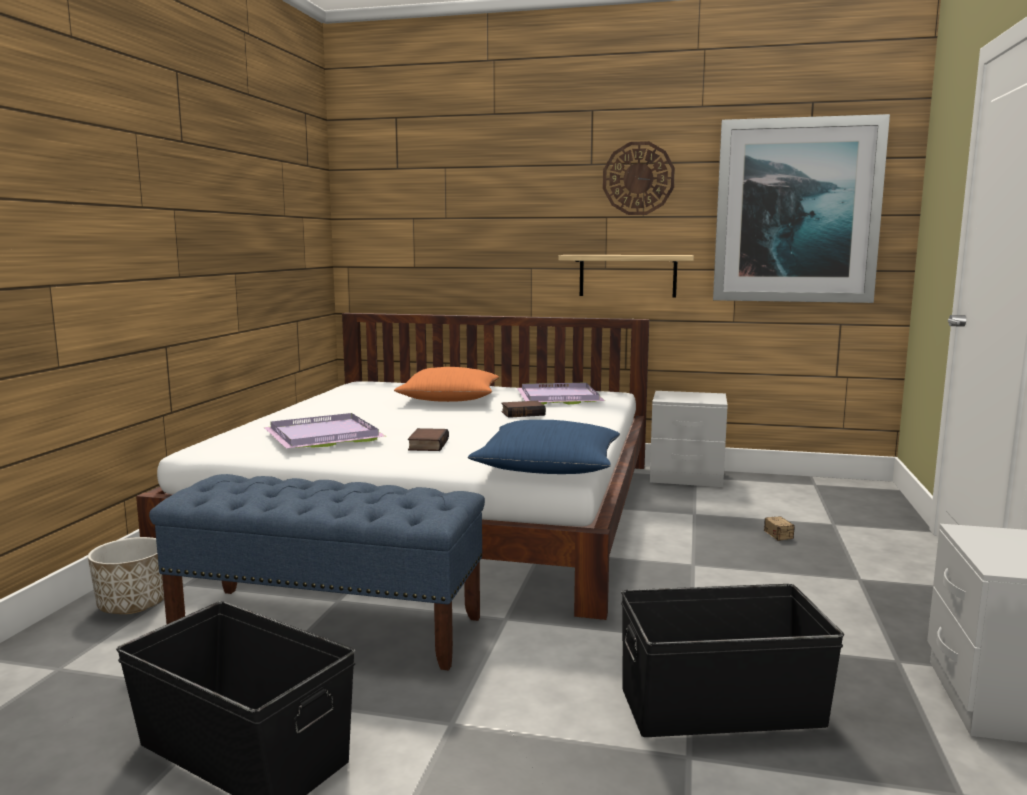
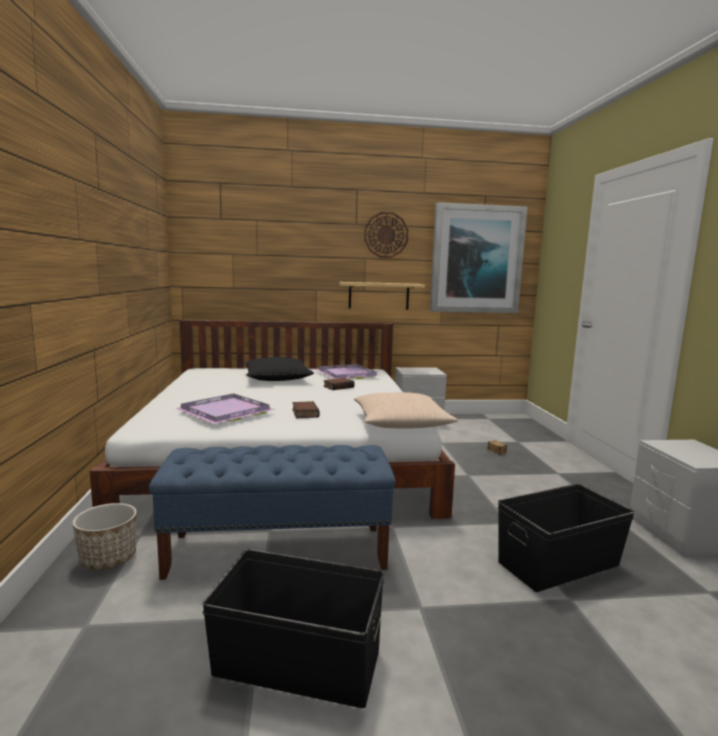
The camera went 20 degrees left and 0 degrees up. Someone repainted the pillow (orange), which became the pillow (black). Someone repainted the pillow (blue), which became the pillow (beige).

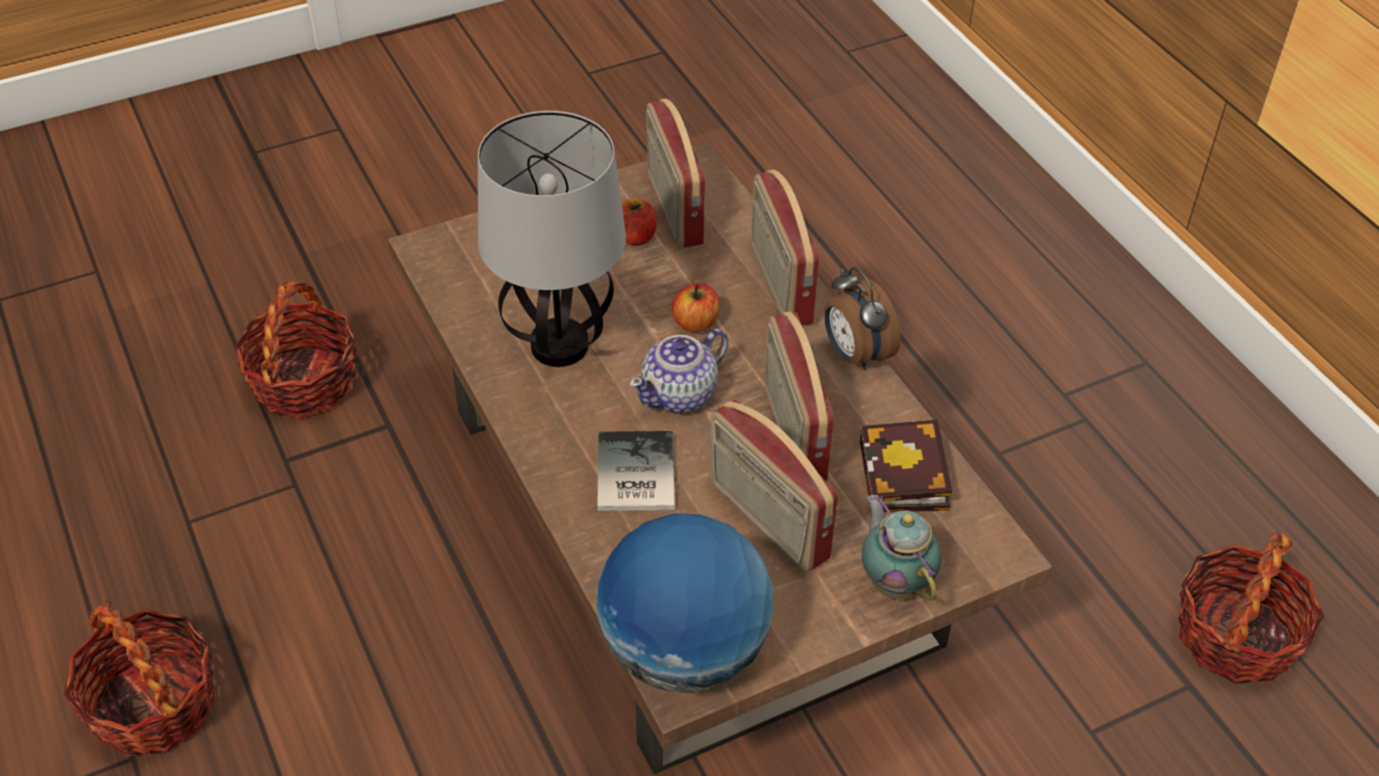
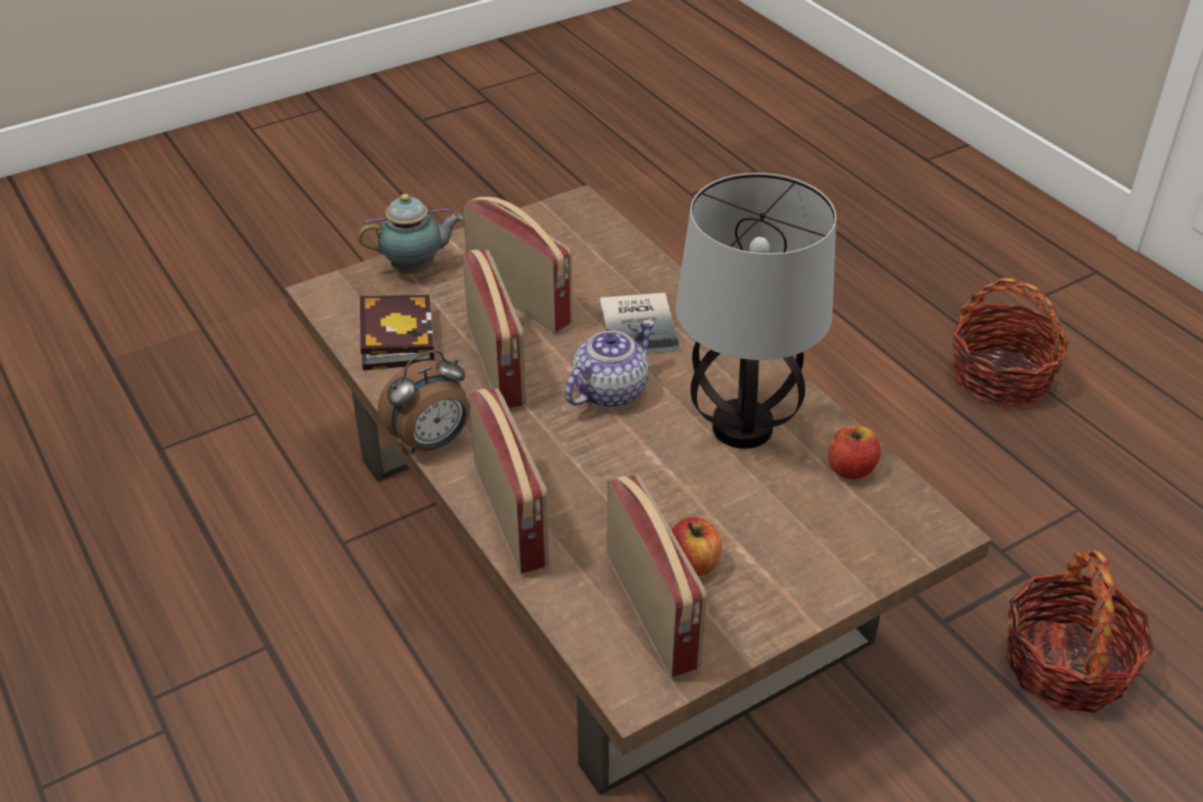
The camera went 175 degrees right and 5 degrees down. Someone took away the globe. Someone carried the apple (2nd from left). Someone rotated the alarm clock by 90 degrees clockwise. Someone rotated the teapot (2nd from left in the first image) by 75 degrees counterclockwise. Someone took away the basket (3rd from left).

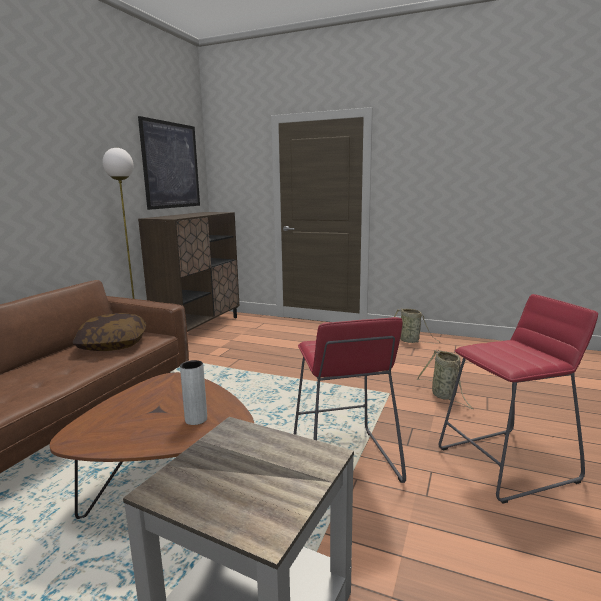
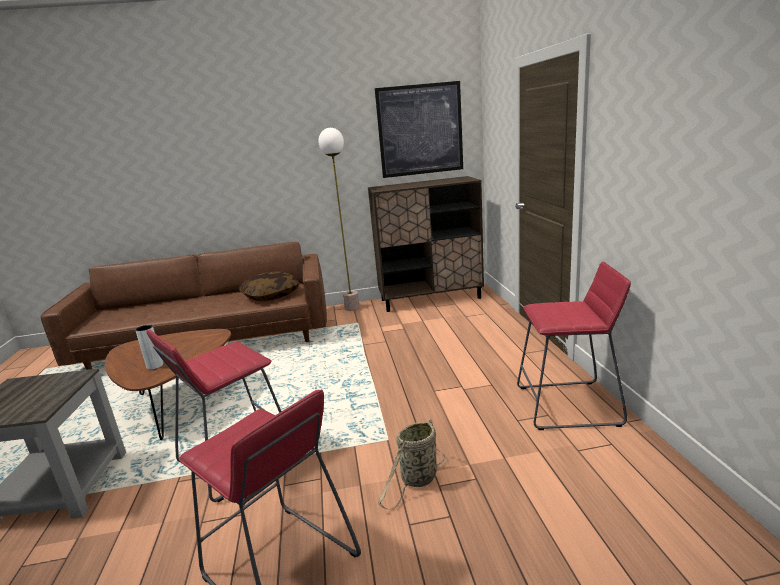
The camera went 60 degrees right and 5 degrees up. Someone swapped the basket (1st from left) for the stool (red) (3rd from left).

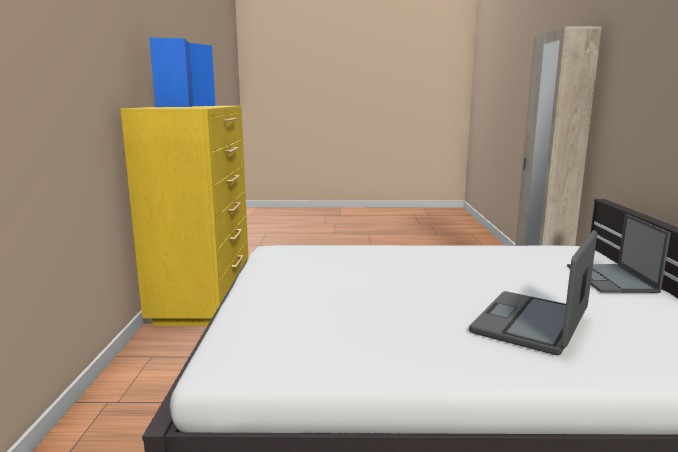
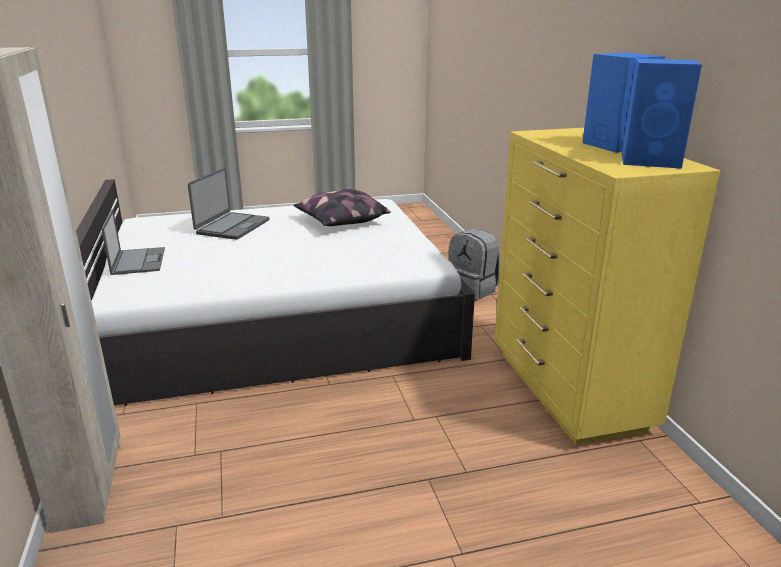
The camera went 165 degrees right and 10 degrees up. Someone put down the pillow. Someone put down the backpack (grey).

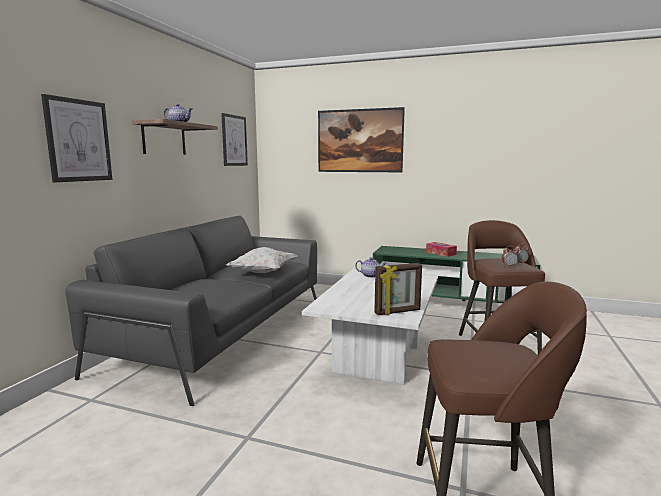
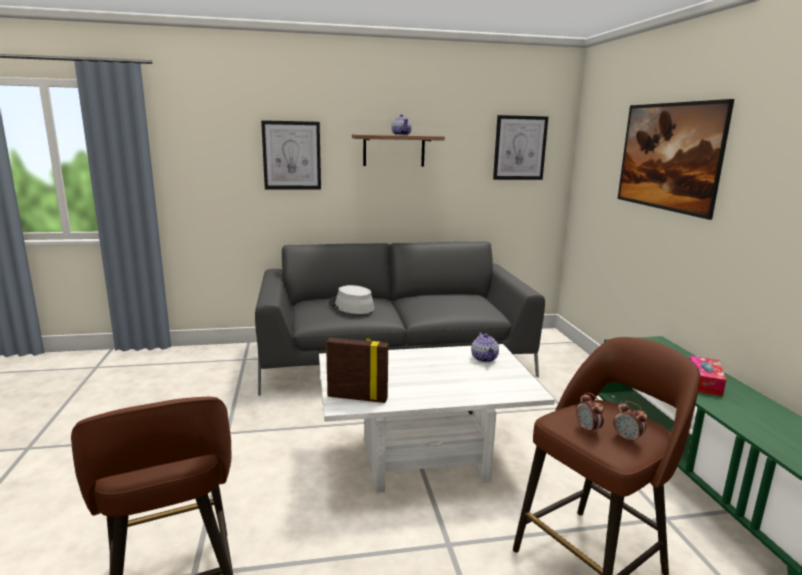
The camera went 60 degrees right and 5 degrees up. Someone took away the pillow (white). Someone rotated the picture frame by 150 degrees clockwise. Someone put down the hat (grey).

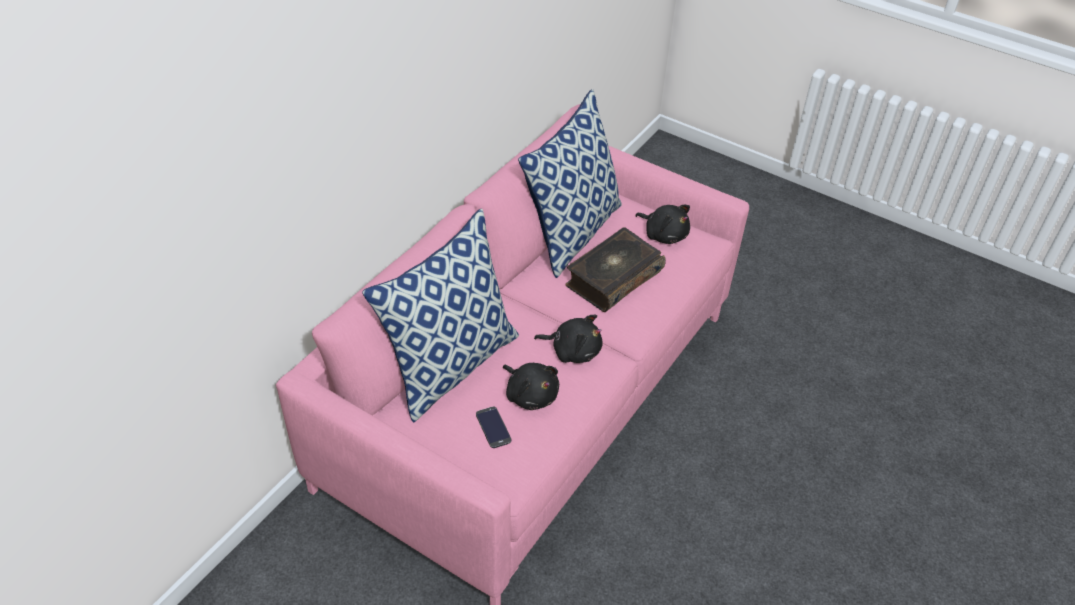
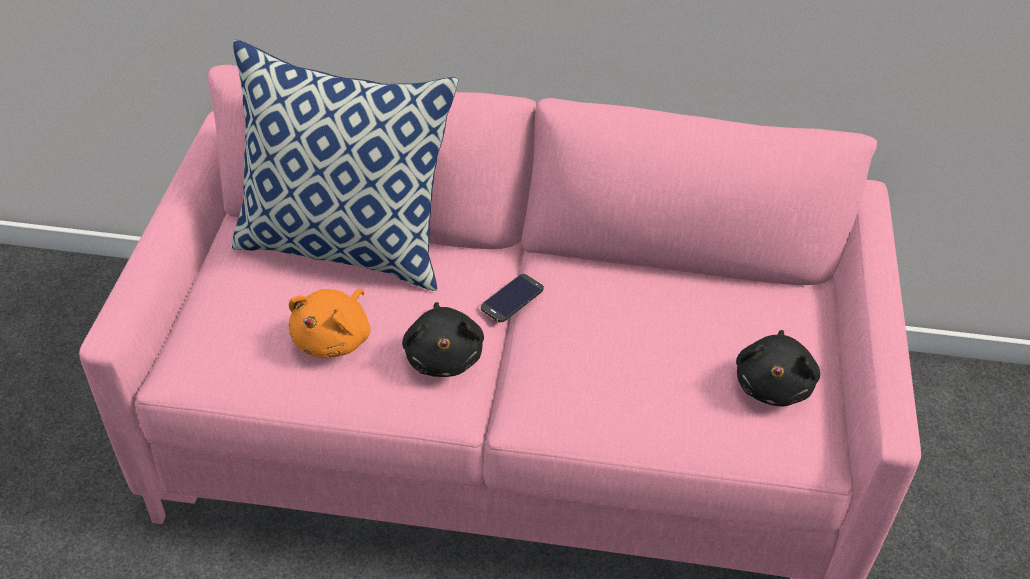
The camera went 65 degrees right and 0 degrees up. Someone carried the phone. Someone repainted the plush toy (black) (1st from left), which became the plush toy (orange). Someone took away the pillow (2nd from left). Someone took away the book.

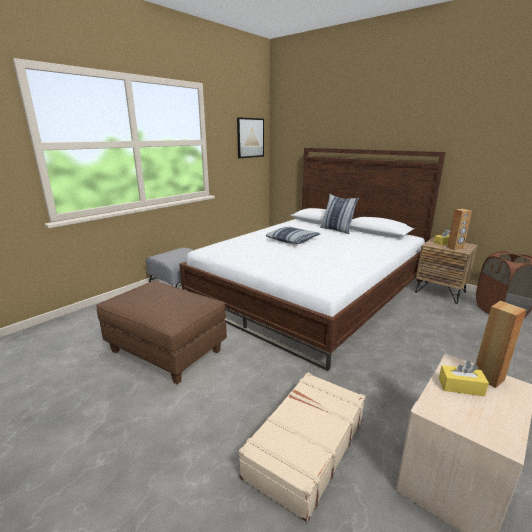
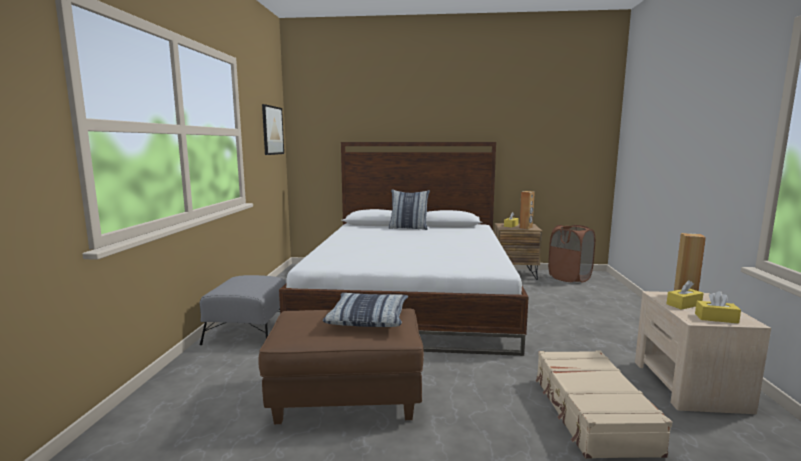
The camera went 35 degrees left and 10 degrees down. Someone carried the pillow (1st from left). Someone put down the tissue box (yellow) (3rd from left).

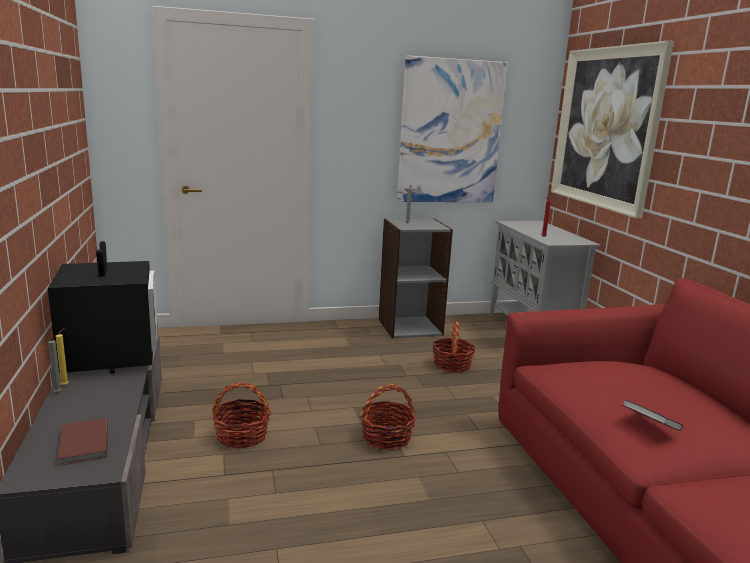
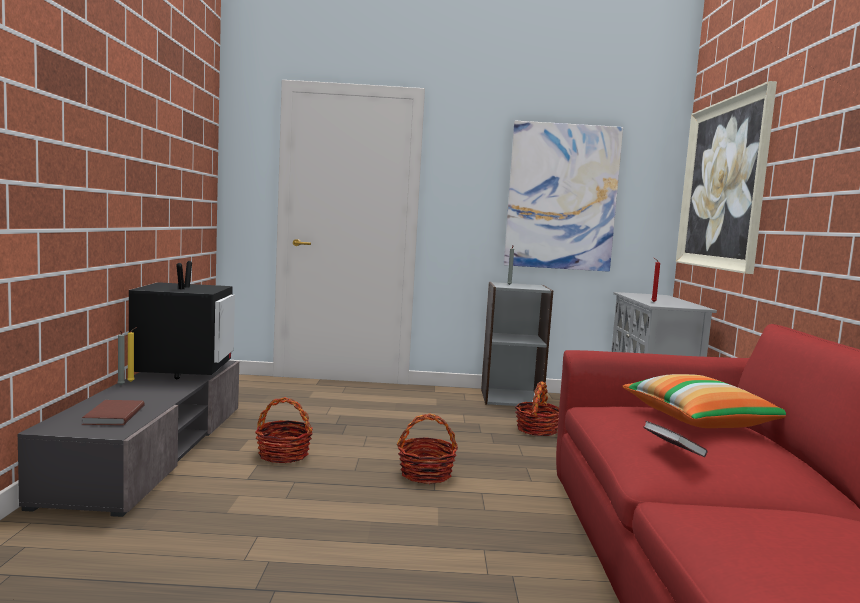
The camera went 15 degrees right and 10 degrees down. Someone put down the pillow.

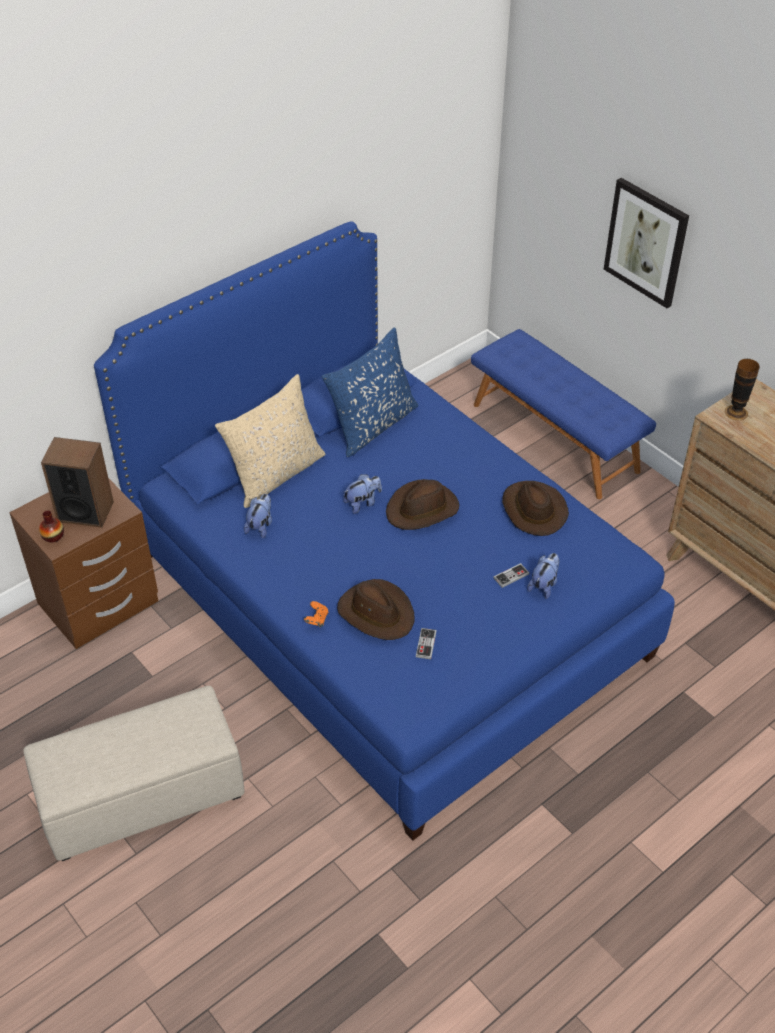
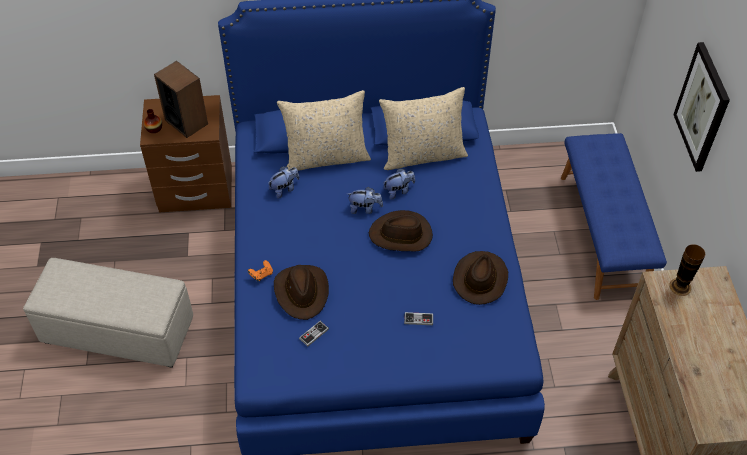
The camera went 35 degrees right and 5 degrees up. Someone repainted the pillow (blue), which became the pillow (beige) (2nd from left). Someone carried the plush toy (3rd from left).

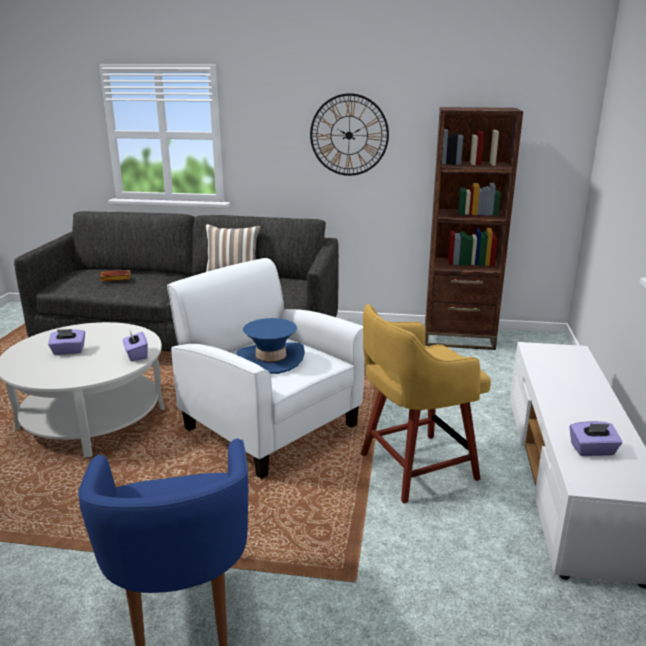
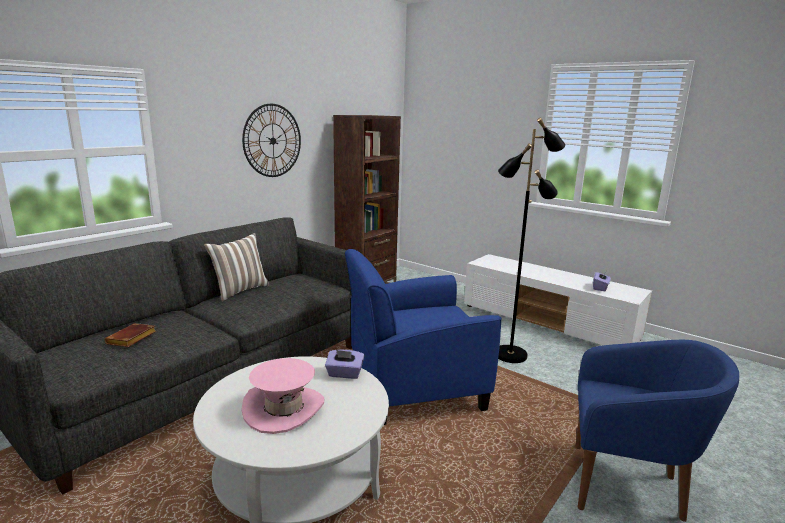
The camera went 60 degrees left and 5 degrees down. Someone swapped the tissue box (purple) (1st from left) for the hat (pink). Someone repainted the armchair (white), which became the armchair (blue) (1st from left). Someone took away the hat (blue). Someone swapped the stool (yellow) for the floor lamp (black).

